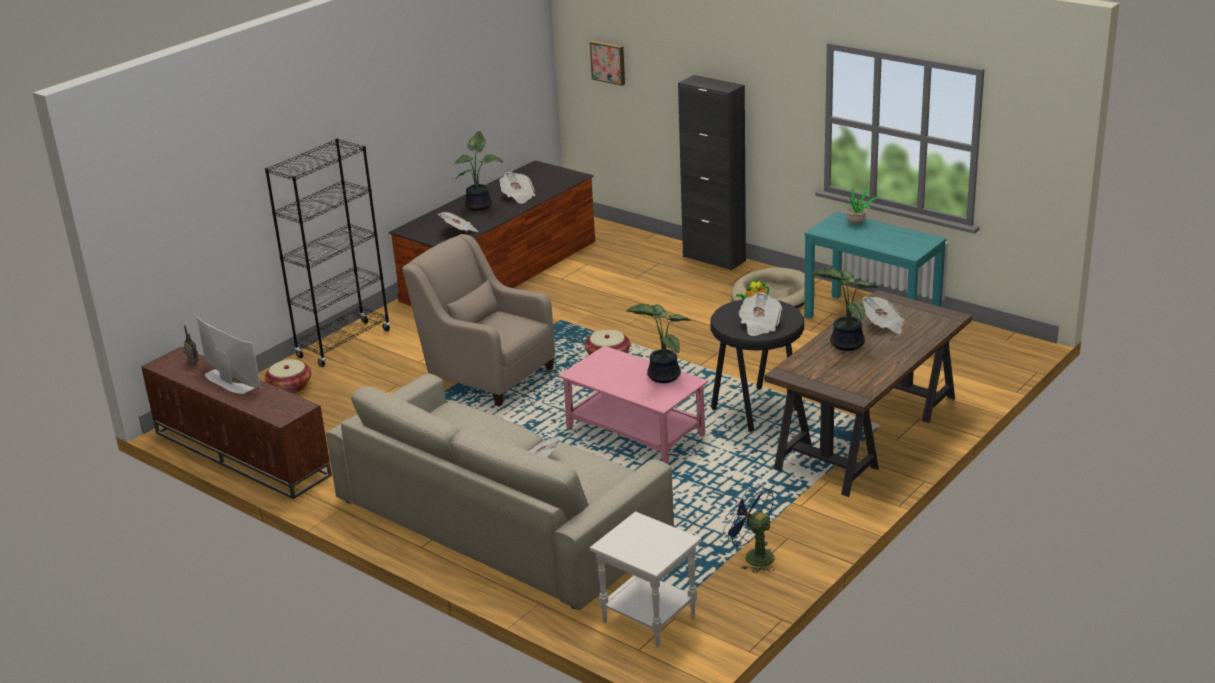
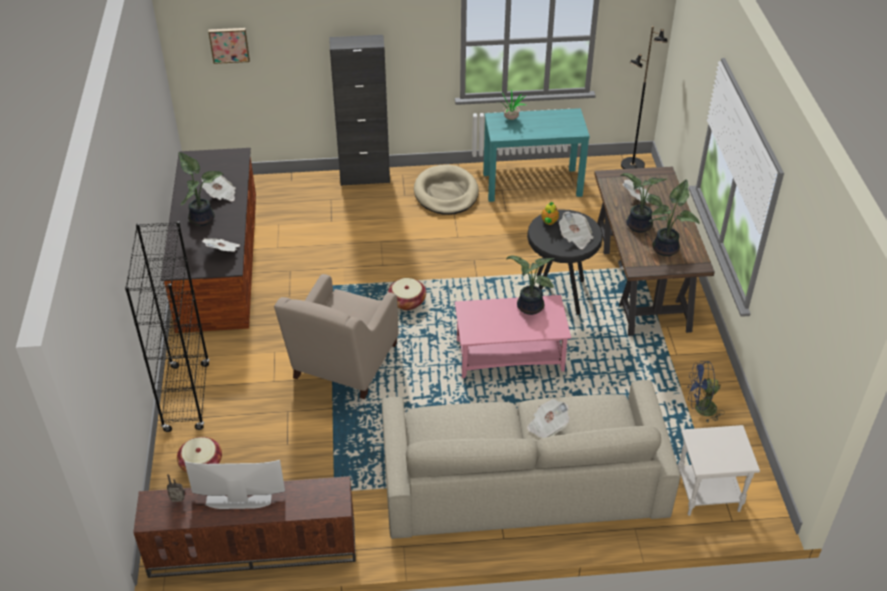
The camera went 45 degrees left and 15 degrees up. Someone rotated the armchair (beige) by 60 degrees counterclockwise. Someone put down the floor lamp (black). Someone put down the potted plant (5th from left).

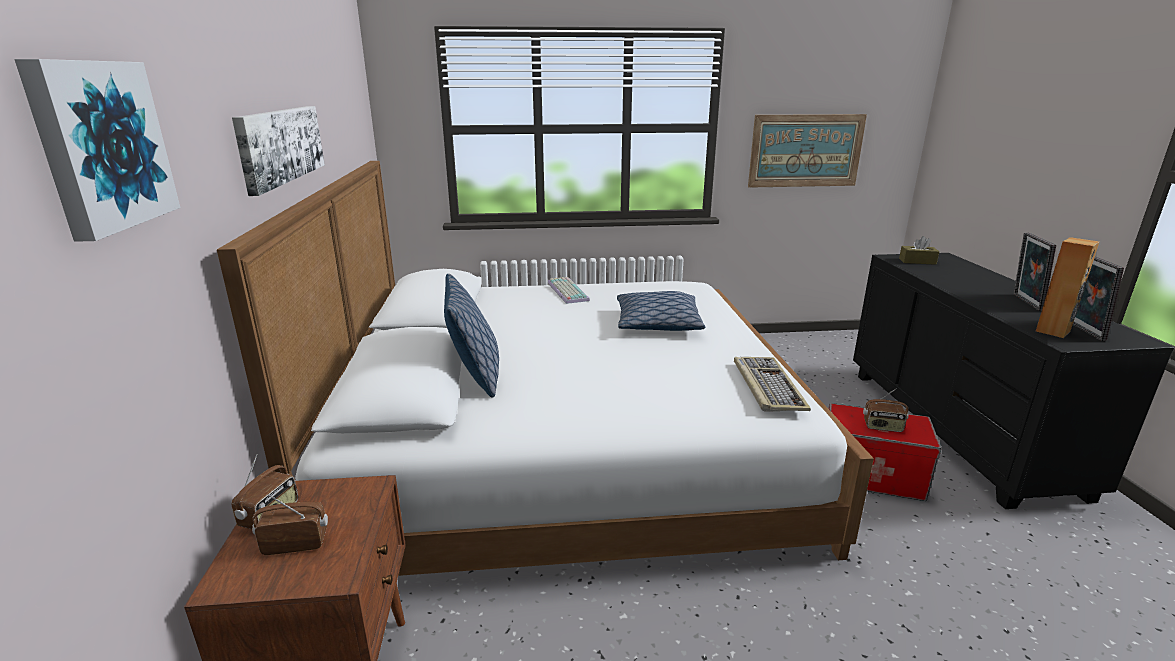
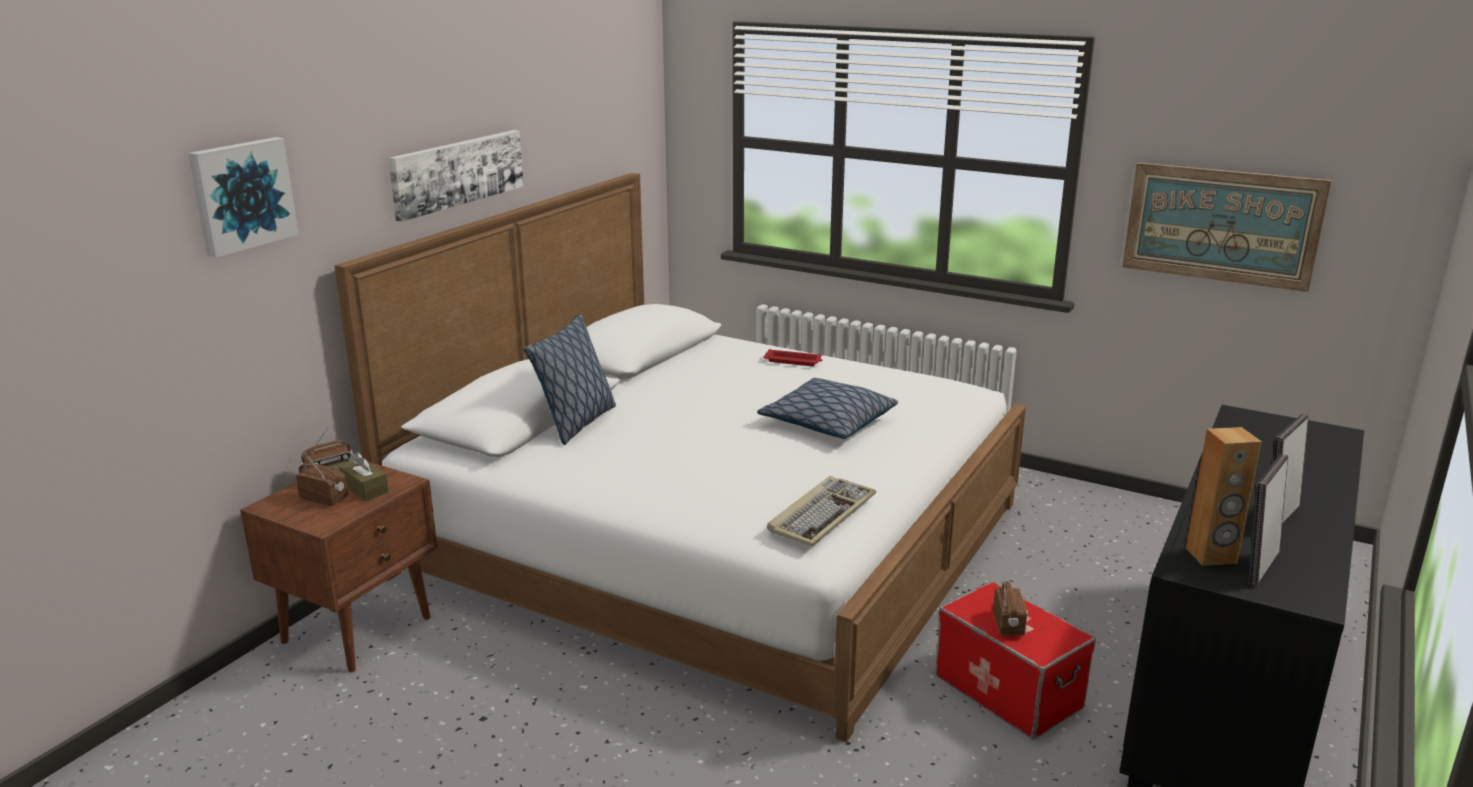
The camera went 35 degrees right and 0 degrees up. Someone swapped the keyboard (1st from left) for the tray (red). Someone rotated the radio (3rd from left) by 135 degrees counterclockwise. Someone carried the tissue box (brown).

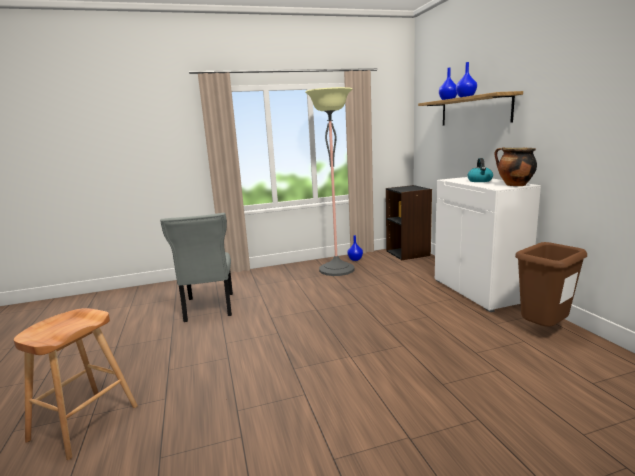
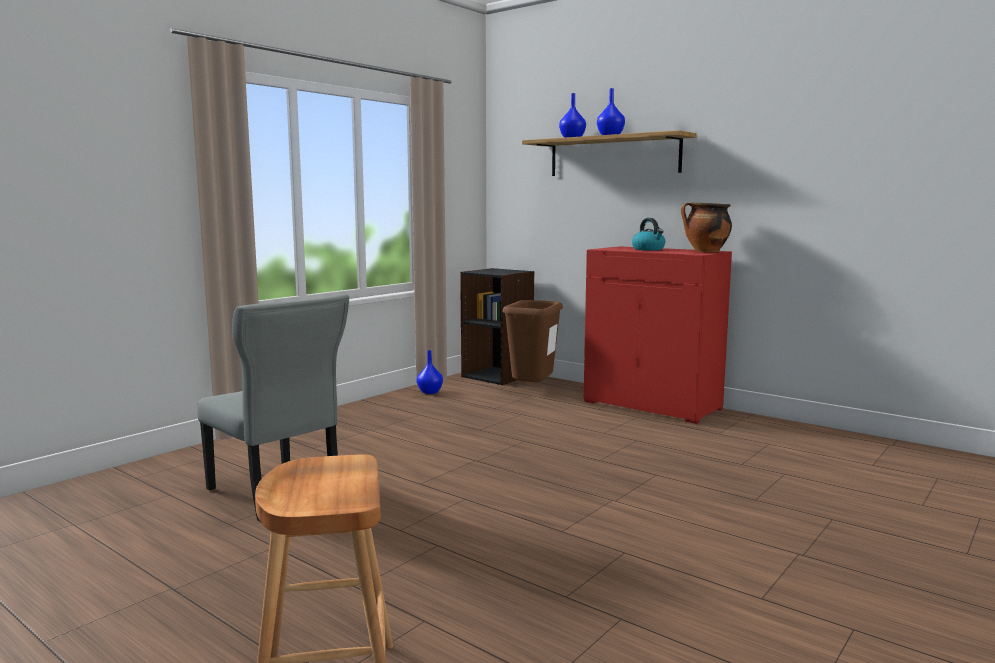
The camera went 35 degrees left and 5 degrees down. Someone took away the floor lamp. Someone repainted the cabinet (white), which became the cabinet (red). Someone carried the trash can (brown).

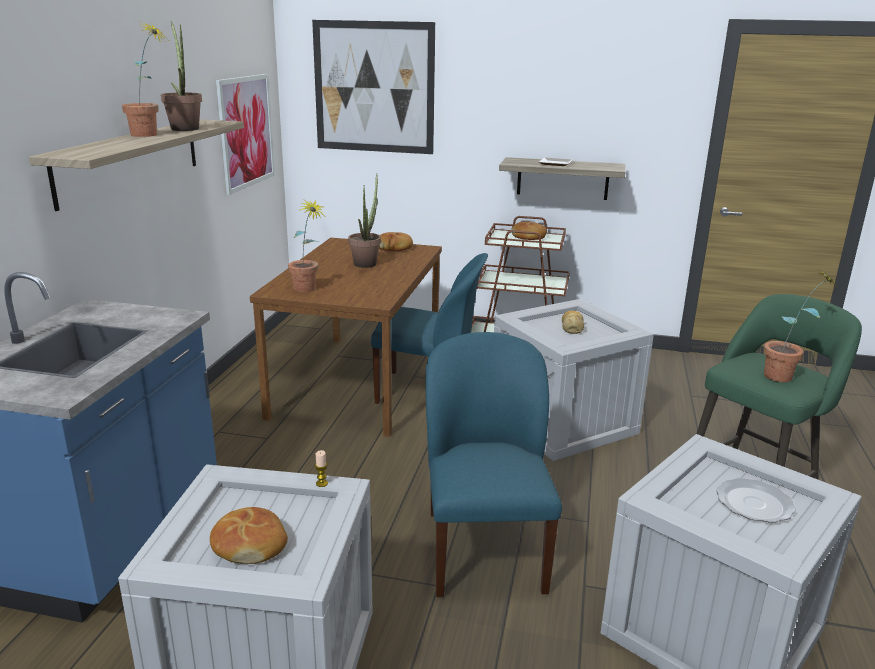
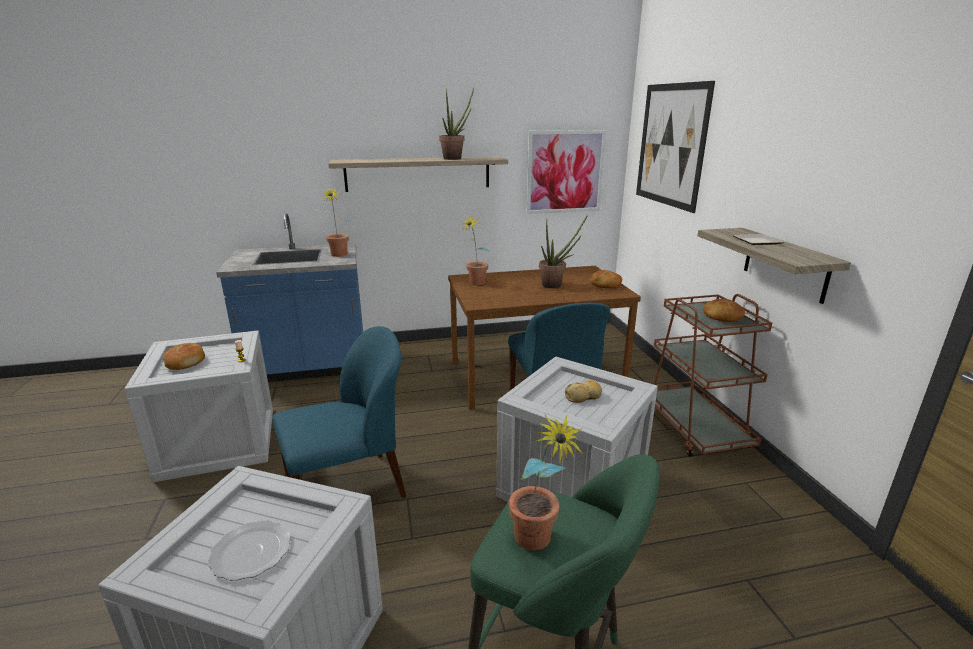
The camera went 65 degrees right and 0 degrees up. Someone carried the potted plant (1st from left).

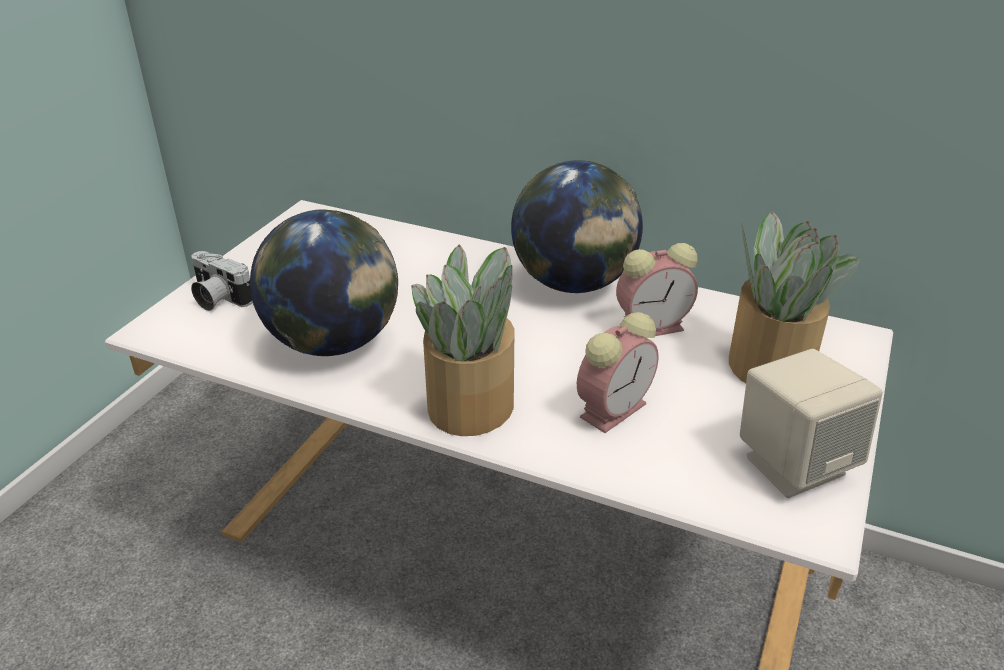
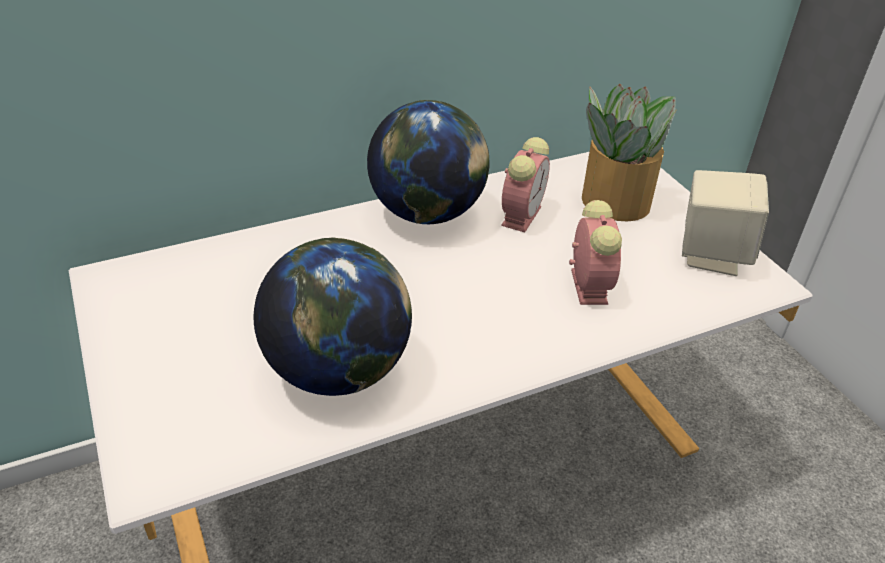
The camera went 50 degrees left and 5 degrees up. Someone took away the photo camera. Someone took away the potted plant (1st from left).

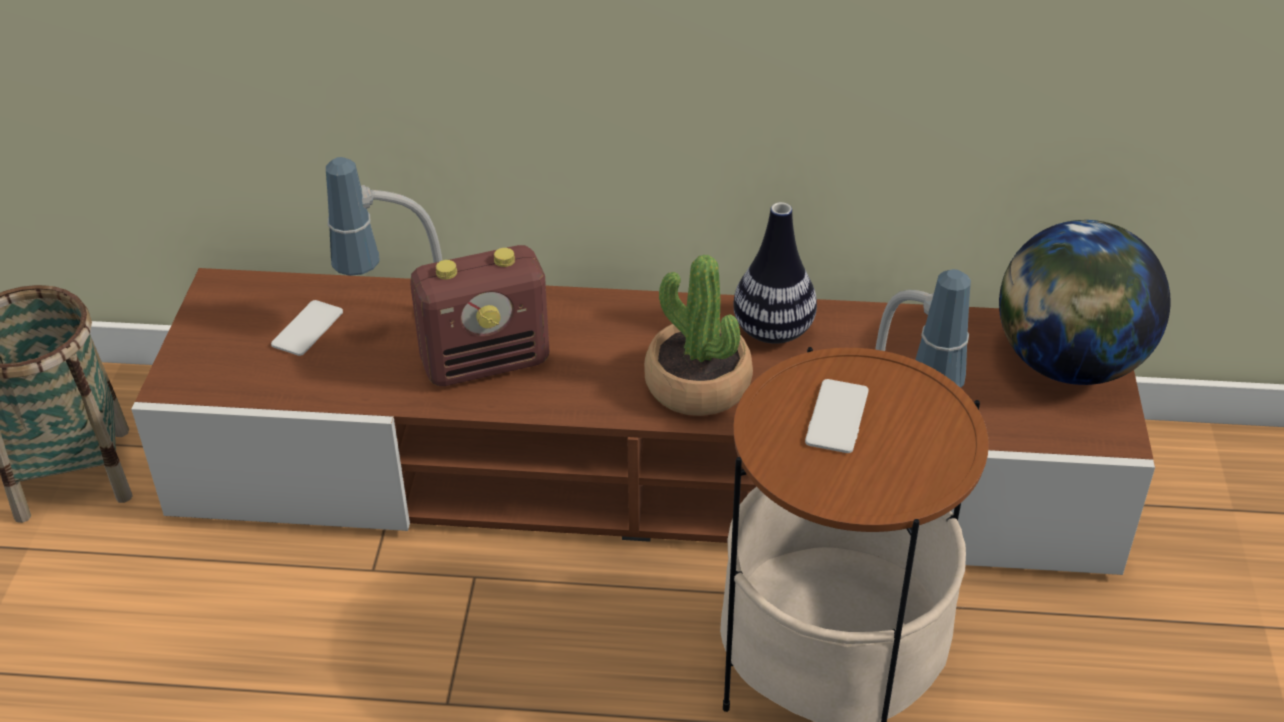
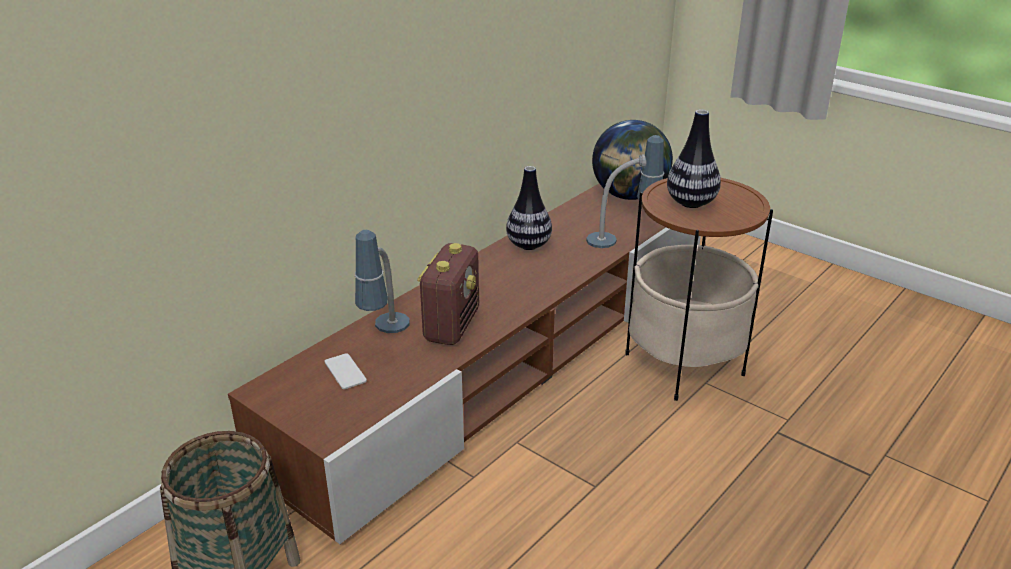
The camera went 55 degrees left and 10 degrees down. Someone took away the potted plant. Someone swapped the phone (2nd from left) for the vase (2nd from left).

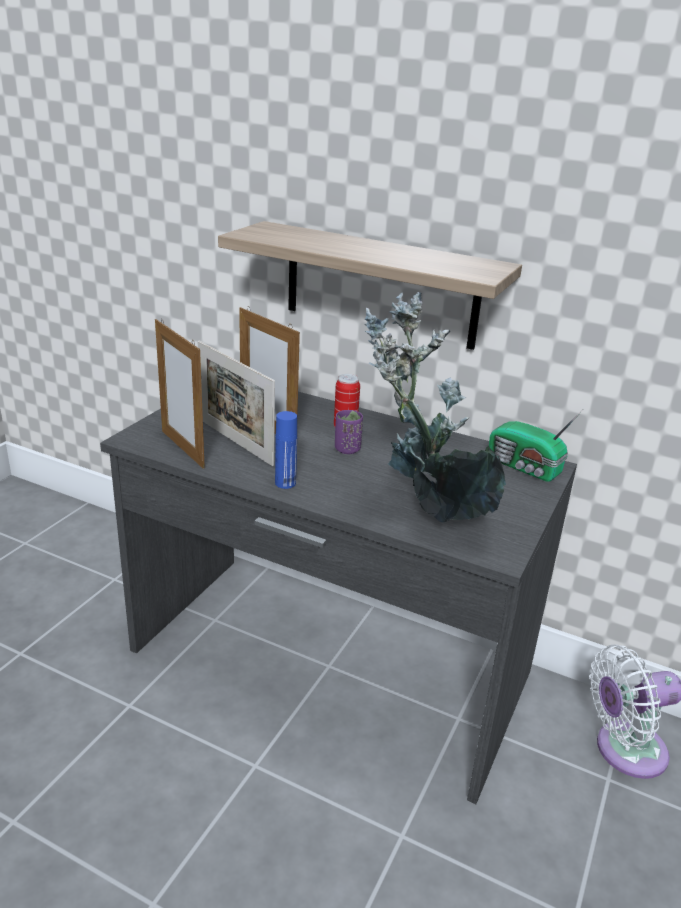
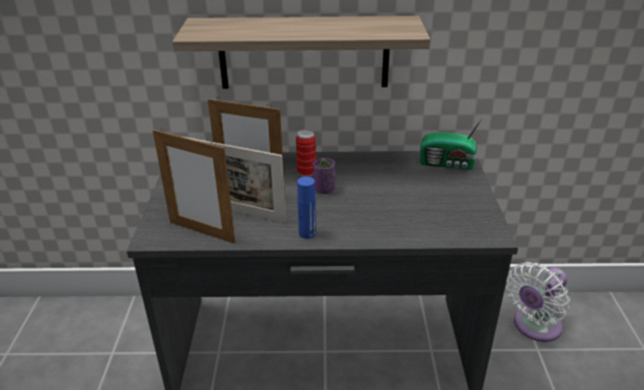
The camera went 25 degrees left and 5 degrees up. Someone took away the potted plant.

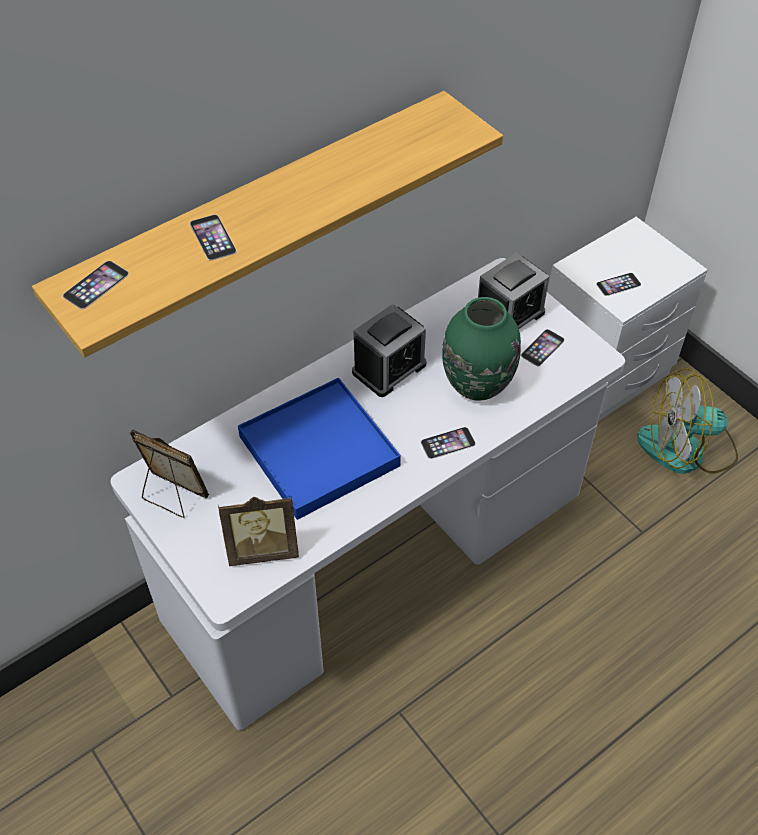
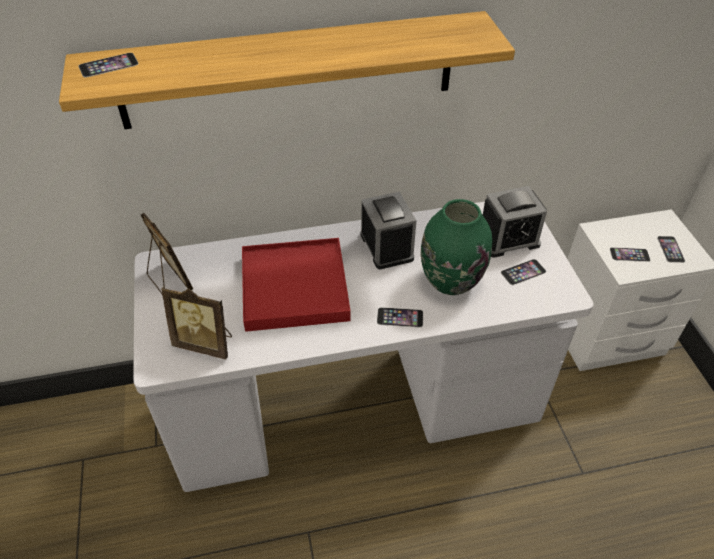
The camera went 25 degrees right and 5 degrees down. Someone carried the phone (2nd from left in the first image). Someone repainted the tray (blue), which became the tray (red). Someone rotated the alarm clock (1st from left) by 90 degrees counterclockwise. Someone took away the fan.

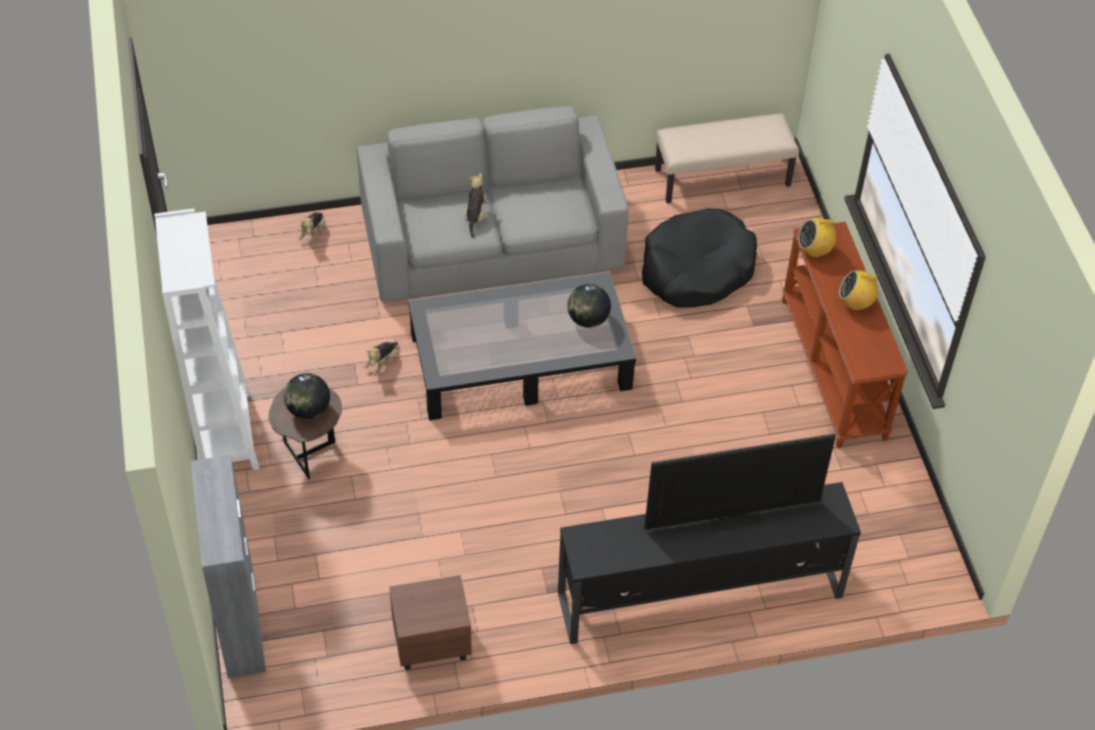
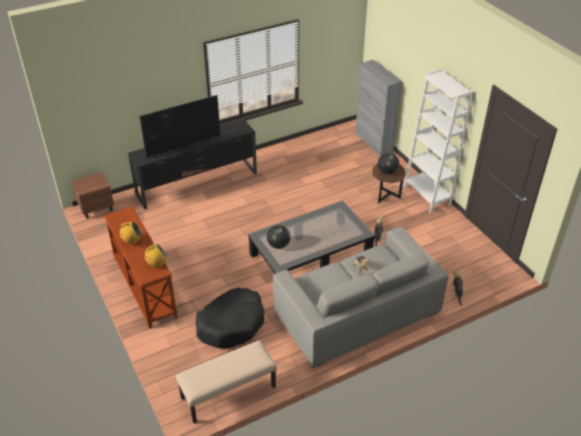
The camera went 165 degrees right and 10 degrees down. Someone carried the nightstand (brown).

